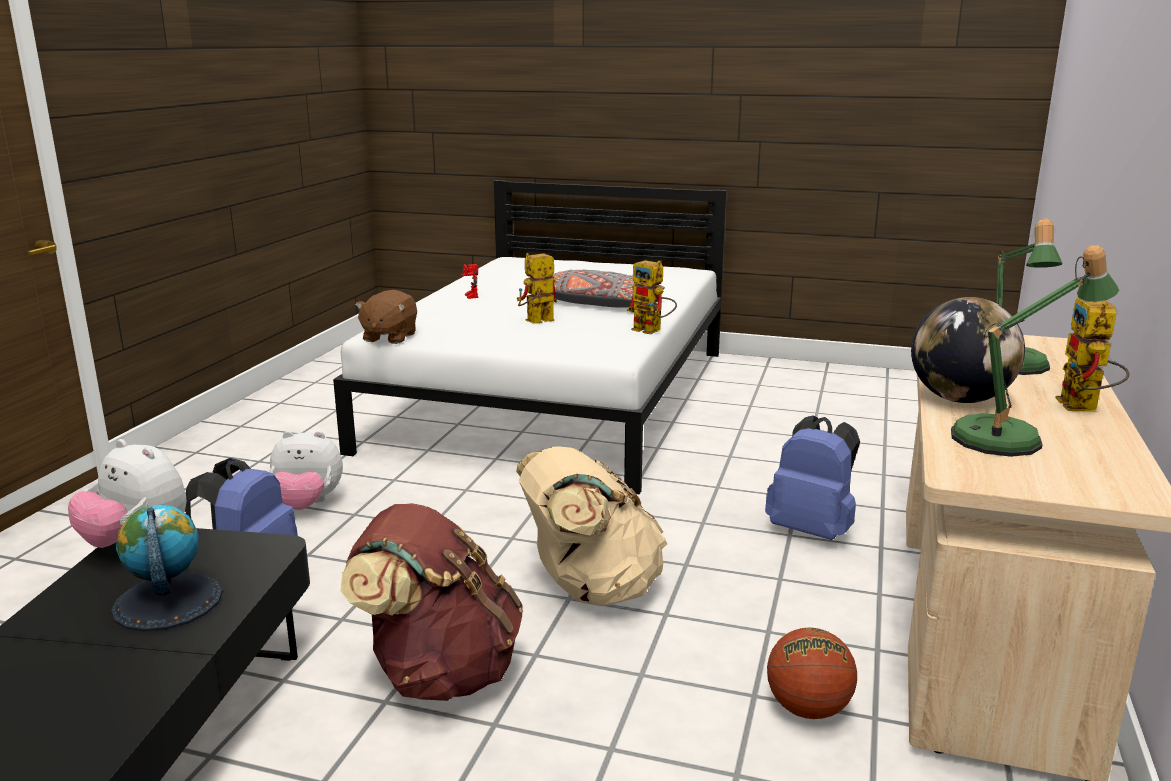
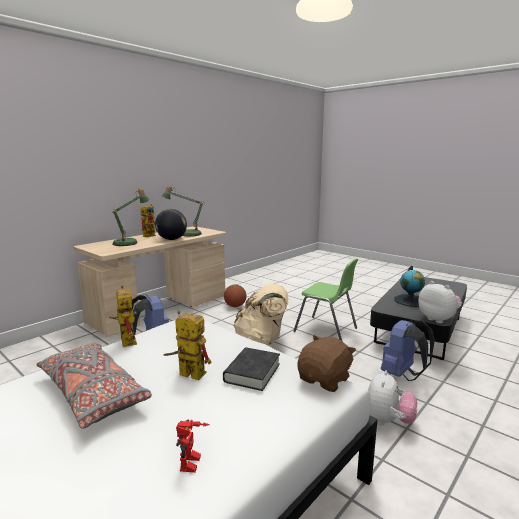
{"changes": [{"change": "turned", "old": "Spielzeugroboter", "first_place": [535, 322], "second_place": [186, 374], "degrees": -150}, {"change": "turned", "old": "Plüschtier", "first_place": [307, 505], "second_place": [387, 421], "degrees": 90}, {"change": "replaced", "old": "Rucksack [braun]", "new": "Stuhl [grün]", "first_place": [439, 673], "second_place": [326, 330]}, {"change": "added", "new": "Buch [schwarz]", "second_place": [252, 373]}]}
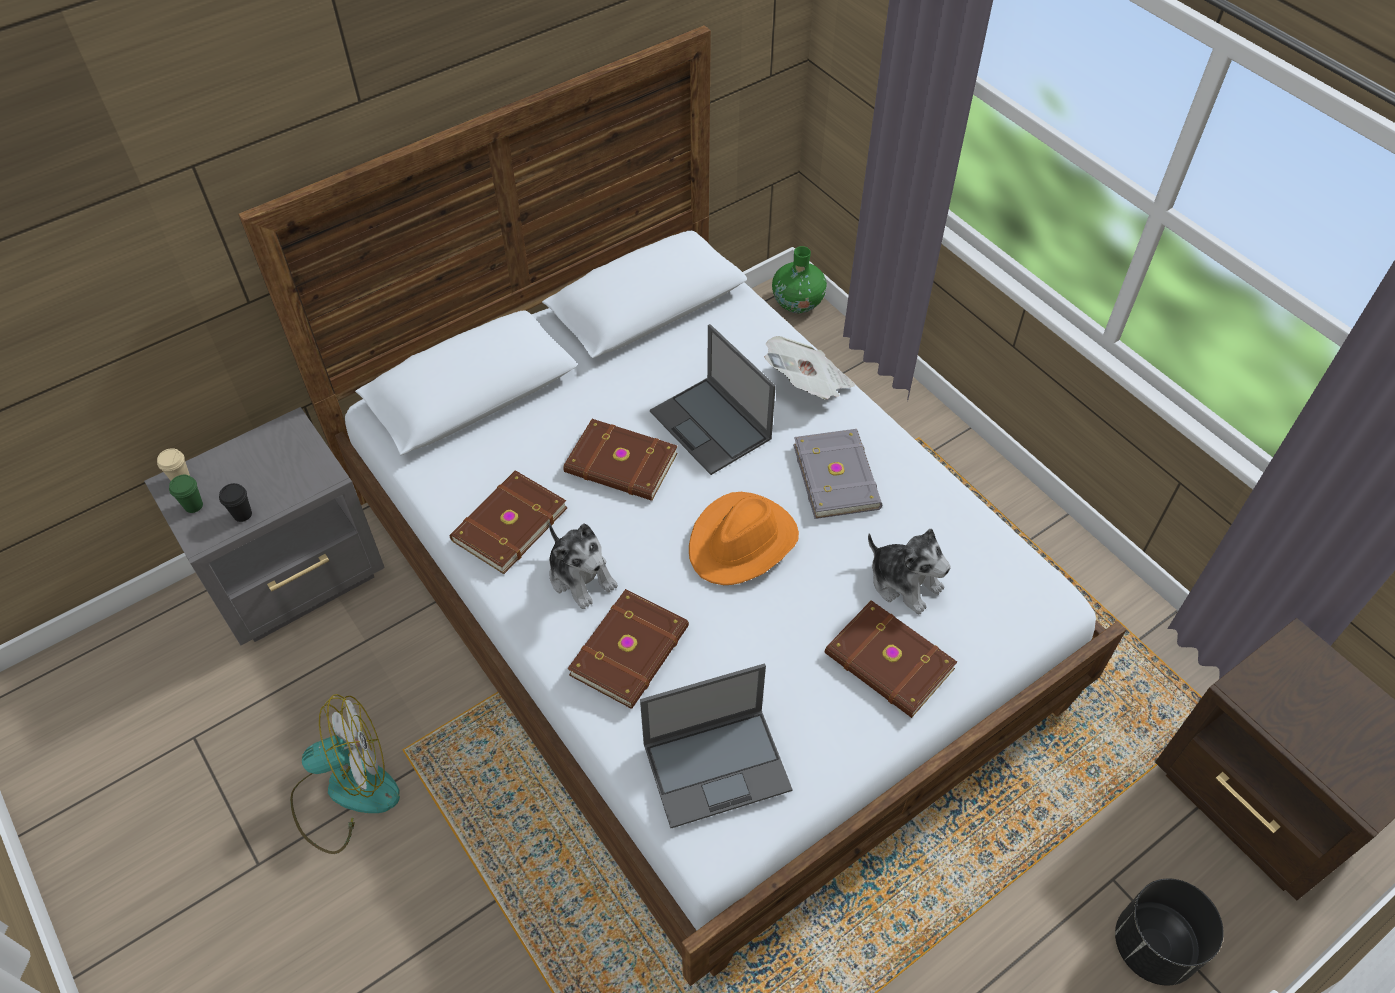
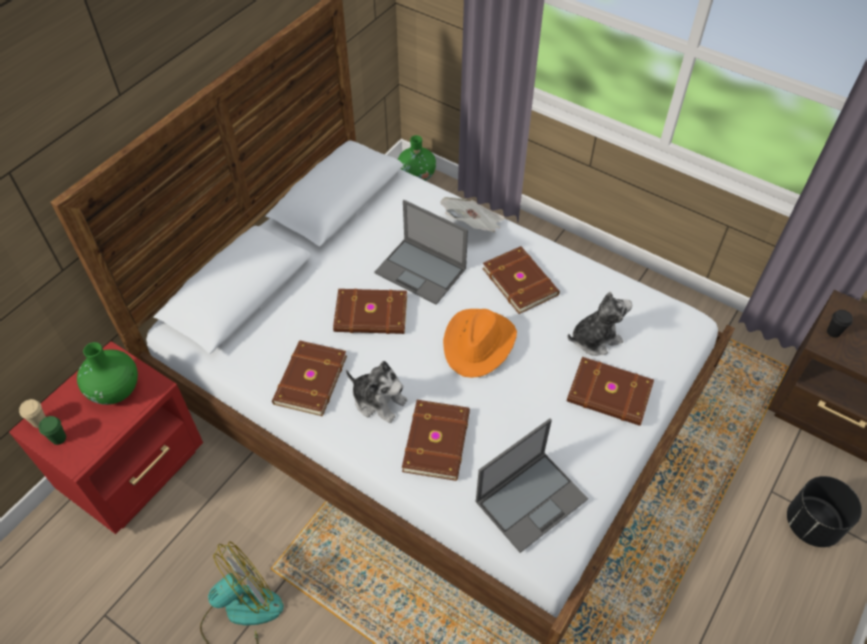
{"changes": [{"change": "recoloured", "old": "Nachttisch [grau]", "new": "Nachttisch [rot]", "first_place": [299, 577], "second_place": [137, 470]}, {"change": "recoloured", "old": "Buch [grau]", "new": "Buch [braun]", "first_place": [838, 475], "second_place": [520, 281]}, {"change": "moved", "old": "Tasse [schwarz]", "first_place": [242, 514], "second_place": [833, 332]}, {"change": "turned", "old": "Plüschtier", "first_place": [904, 582], "second_place": [595, 339], "degrees": -45}, {"change": "added", "new": "Vase [grün]", "second_place": [115, 389]}]}
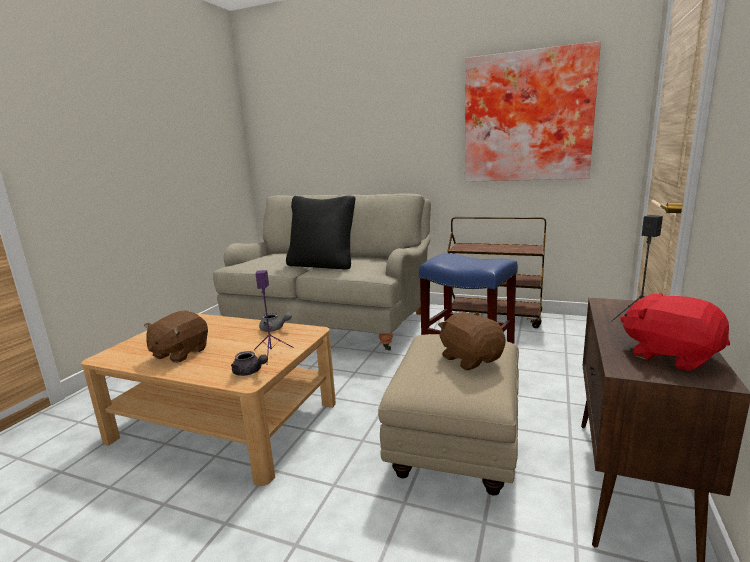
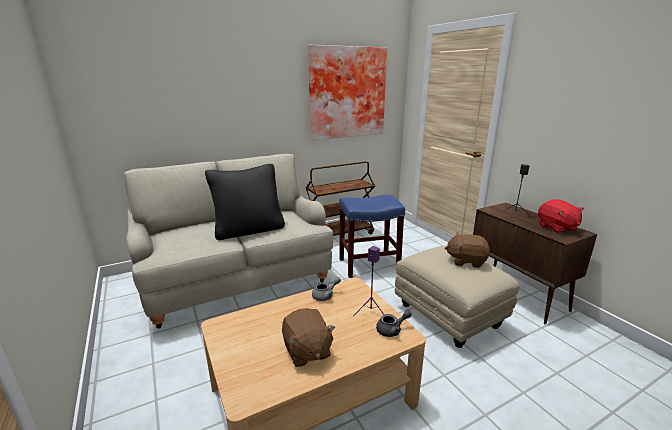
{"changes": [{"change": "turned", "old": "Plüschtier [rot]", "first_place": [670, 355], "second_place": [556, 227], "degrees": -105}]}
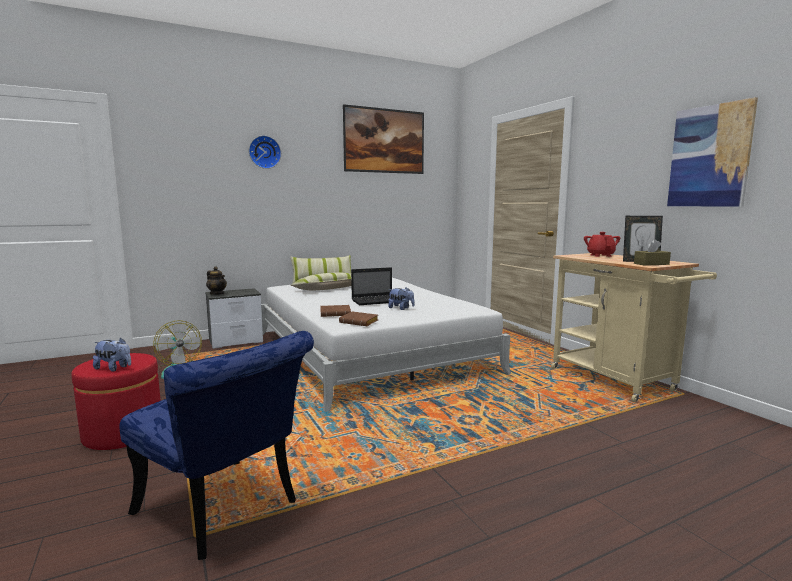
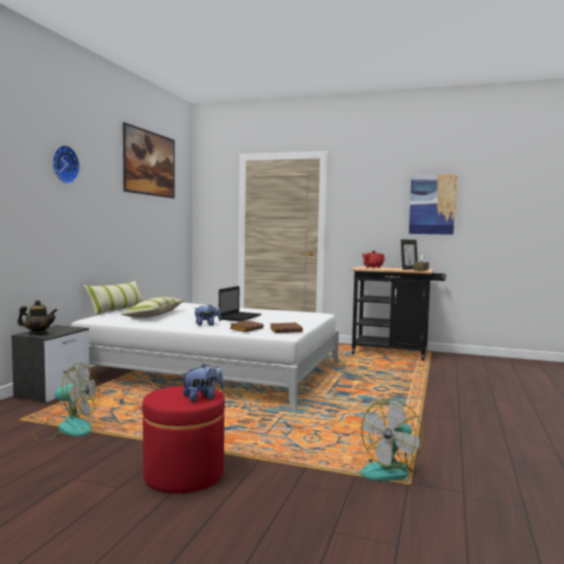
{"changes": [{"change": "recoloured", "old": "Rollwagen [beige]", "new": "Rollwagen [schwarz]", "first_place": [617, 382], "second_place": [395, 353]}, {"change": "moved", "old": "Plüschtier", "first_place": [401, 308], "second_place": [207, 325]}, {"change": "replaced", "old": "Stuhl [blau]", "new": "Ventilator", "first_place": [225, 512], "second_place": [390, 470]}]}
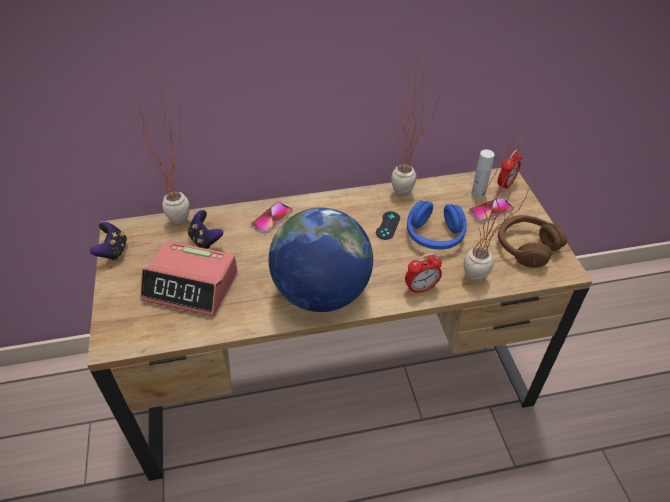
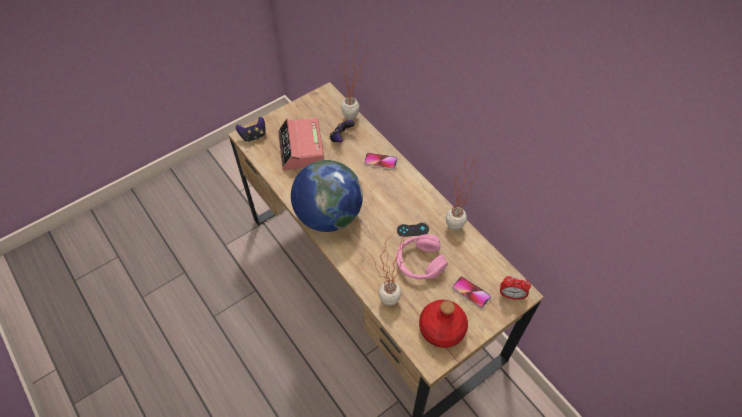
{"changes": [{"change": "removed", "old": "Flasche [weiß]", "first_place": [478, 194]}, {"change": "recoloured", "old": "Kopfhörer [blau]", "new": "Kopfhörer [rosa]", "first_place": [434, 235], "second_place": [419, 262]}, {"change": "replaced", "old": "Kopfhörer [braun]", "new": "Flasche [rot]", "first_place": [526, 247], "second_place": [442, 328]}, {"change": "moved", "old": "Gamepad", "first_place": [113, 251], "second_place": [253, 136]}, {"change": "removed", "old": "Wecker", "first_place": [421, 288]}]}
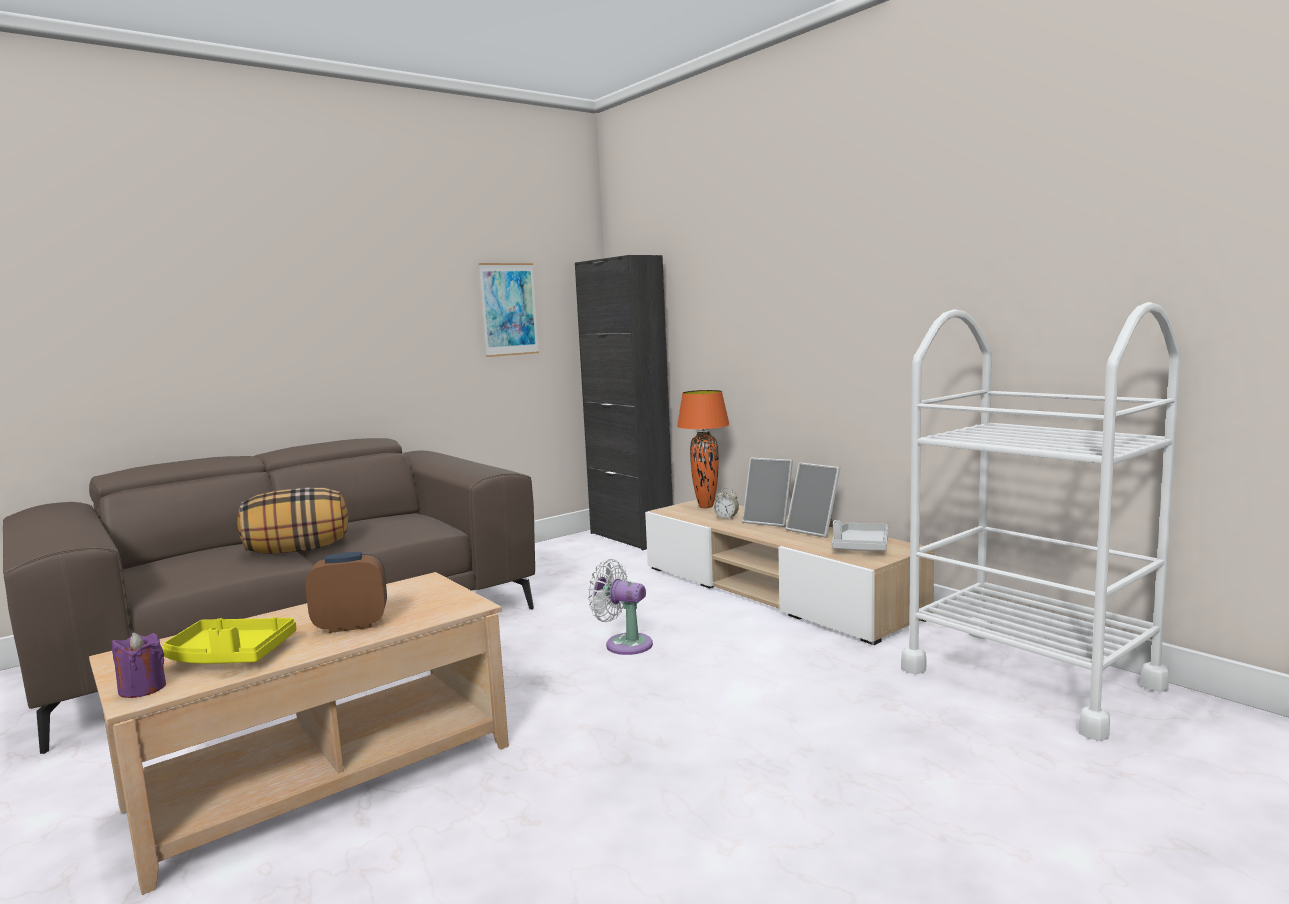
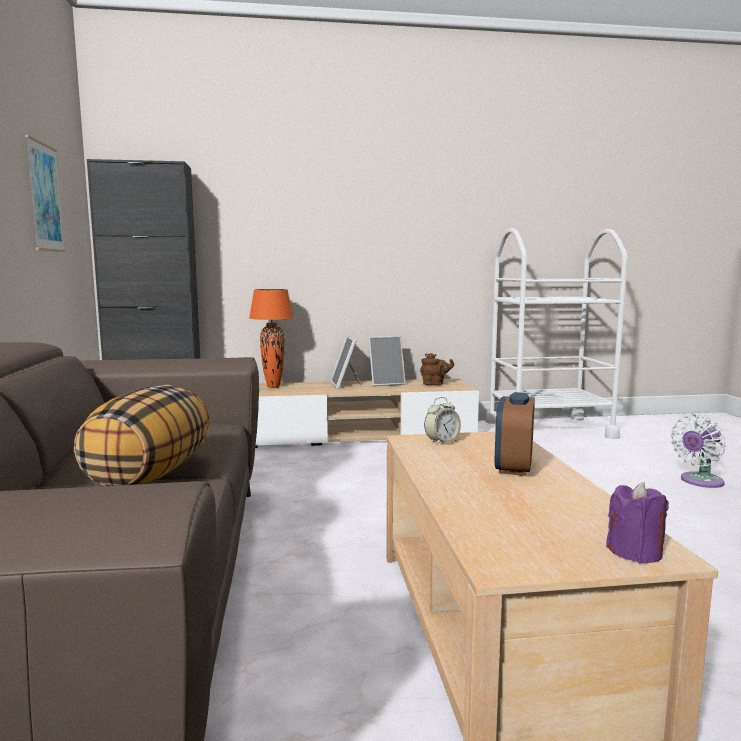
{"changes": [{"change": "turned", "old": "Bilderrahmen", "first_place": [769, 521], "second_place": [345, 385], "degrees": 105}, {"change": "moved", "old": "Wecker", "first_place": [726, 518], "second_place": [442, 441]}, {"change": "replaced", "old": "Tablett [grau]", "new": "Teekanne [braun]", "first_place": [860, 547], "second_place": [435, 384]}, {"change": "moved", "old": "Ventilator [weiß]", "first_place": [624, 644], "second_place": [699, 481]}, {"change": "removed", "old": "Tablett [gelb]", "first_place": [230, 656]}]}
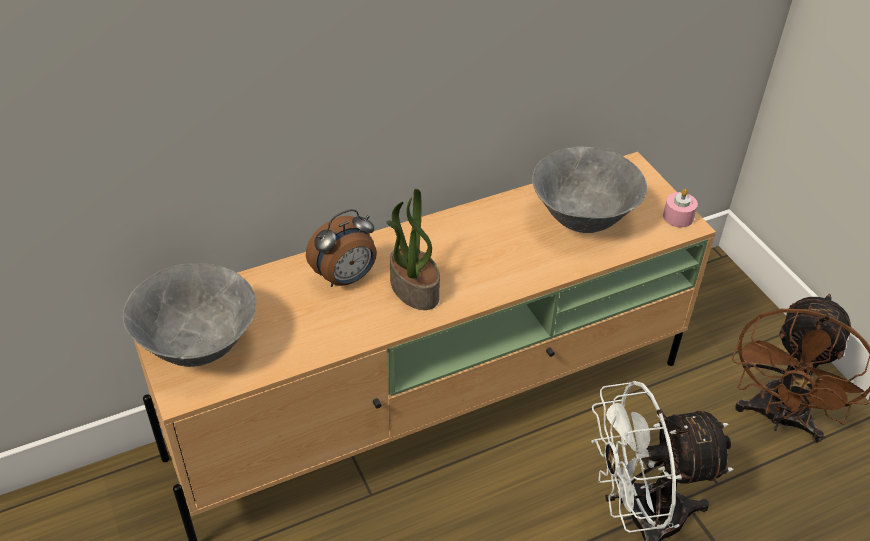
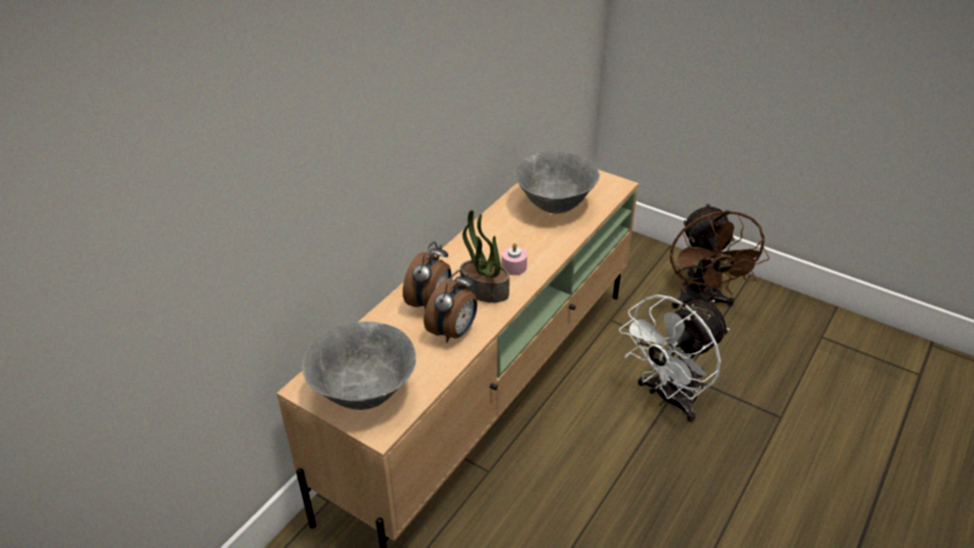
{"changes": [{"change": "moved", "old": "Kerze [rosa]", "first_place": [678, 217], "second_place": [514, 267]}, {"change": "added", "new": "Wecker", "second_place": [454, 332]}]}
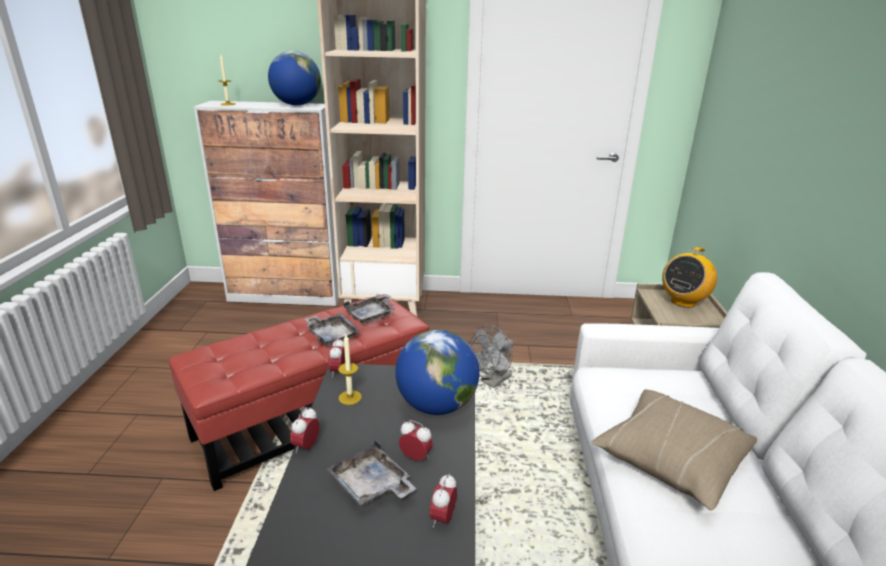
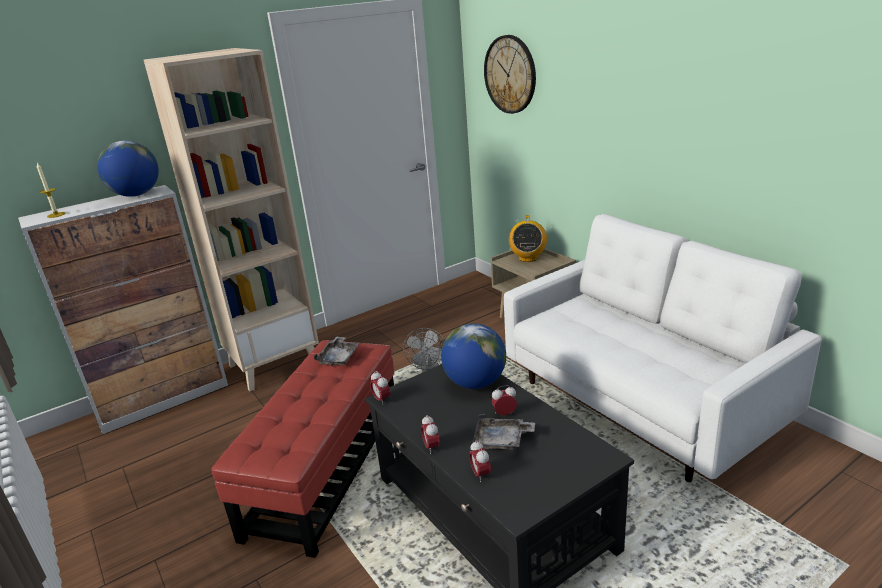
{"changes": [{"change": "removed", "old": "Tablett [grau]", "first_place": [331, 335]}, {"change": "removed", "old": "Kerze", "first_place": [350, 397]}, {"change": "removed", "old": "Kissen [beige]", "first_place": [670, 459]}, {"change": "moved", "old": "Wecker", "first_place": [443, 518], "second_place": [480, 474]}, {"change": "added", "new": "Wanduhr", "second_place": [510, 74]}]}
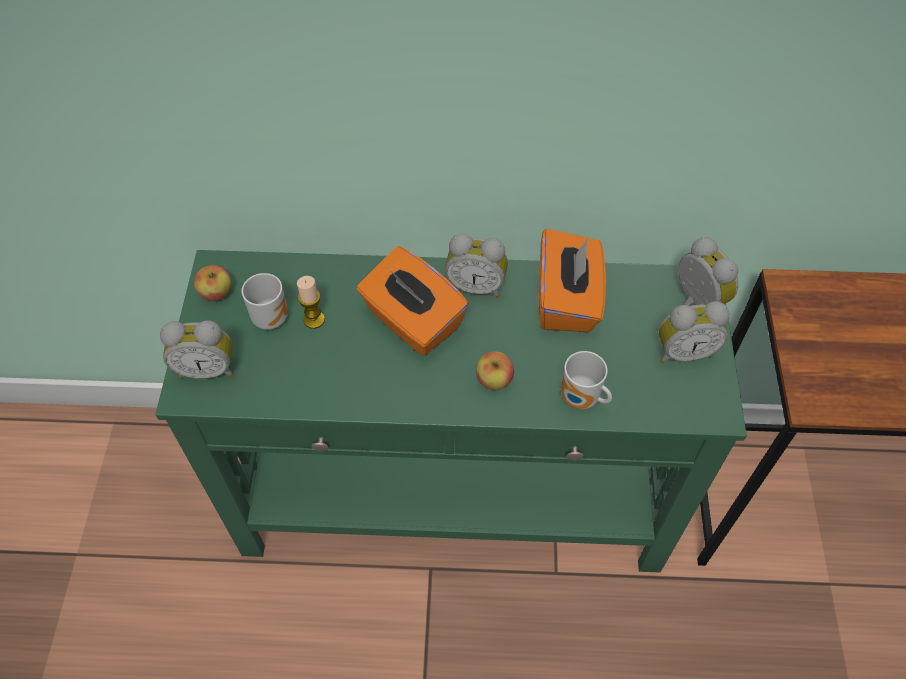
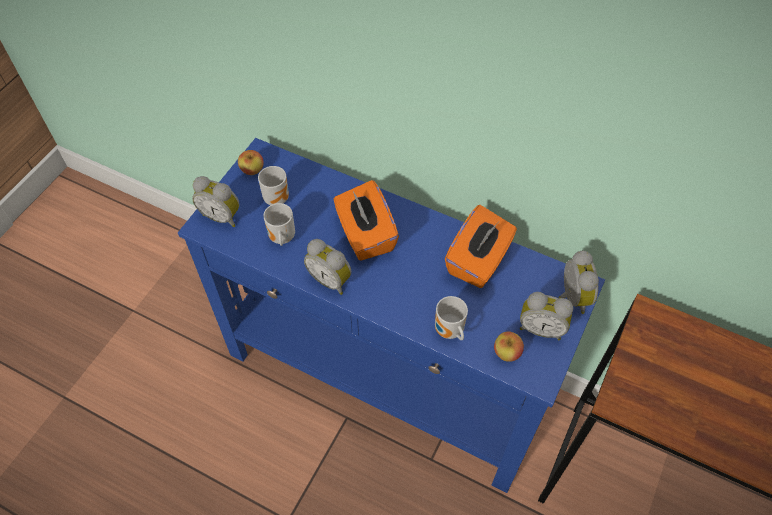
{"changes": [{"change": "moved", "old": "Wecker", "first_place": [476, 286], "second_place": [331, 279]}, {"change": "recoloured", "old": "Konsolentisch [grün]", "new": "Konsolentisch [blau]", "first_place": [455, 497], "second_place": [387, 377]}, {"change": "removed", "old": "Kerze", "first_place": [314, 320]}, {"change": "moved", "old": "Apfel", "first_place": [494, 380], "second_place": [507, 353]}, {"change": "added", "new": "Henkelbecher", "second_place": [281, 238]}]}
